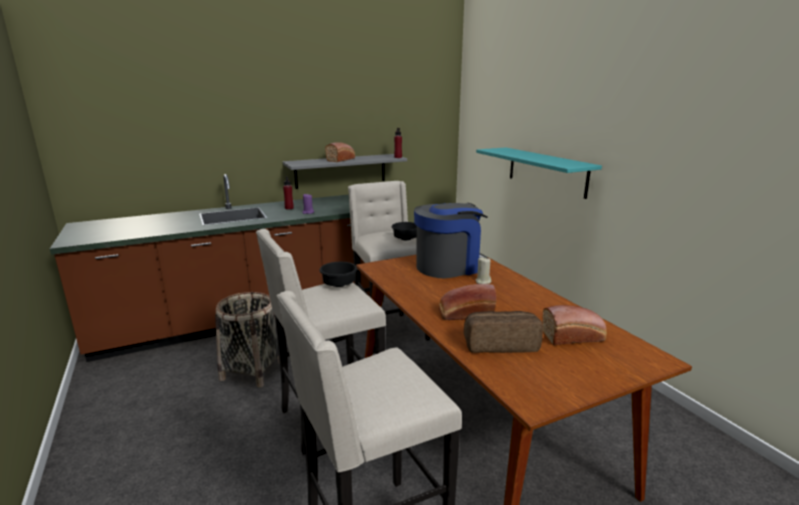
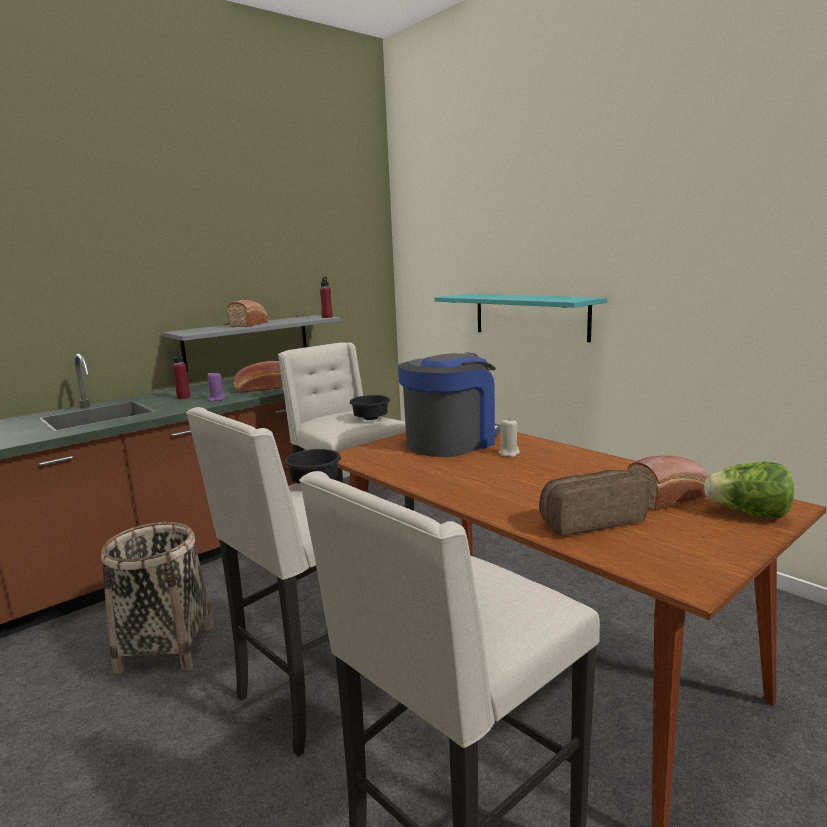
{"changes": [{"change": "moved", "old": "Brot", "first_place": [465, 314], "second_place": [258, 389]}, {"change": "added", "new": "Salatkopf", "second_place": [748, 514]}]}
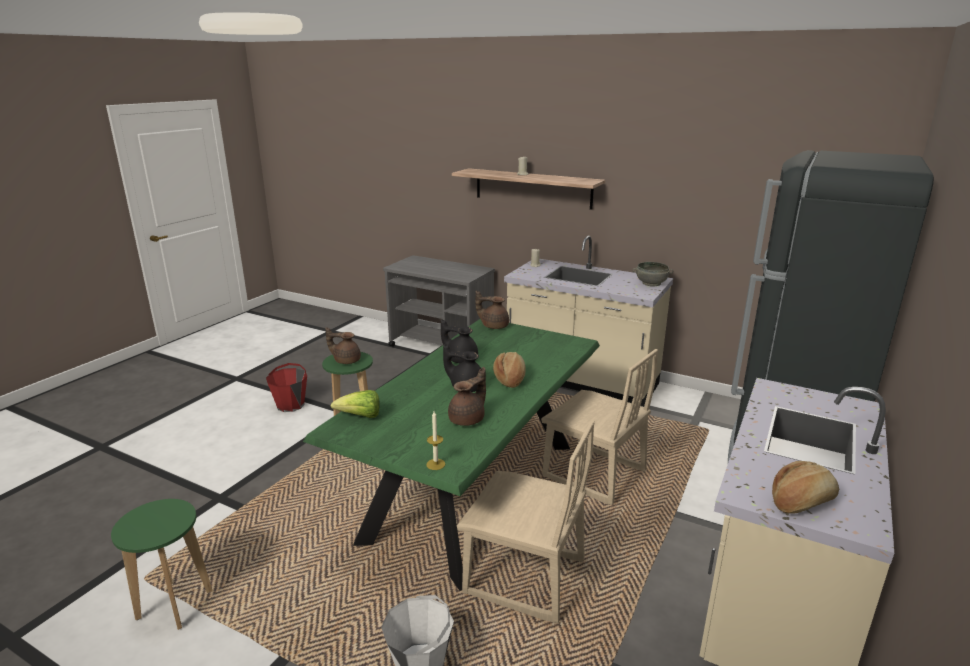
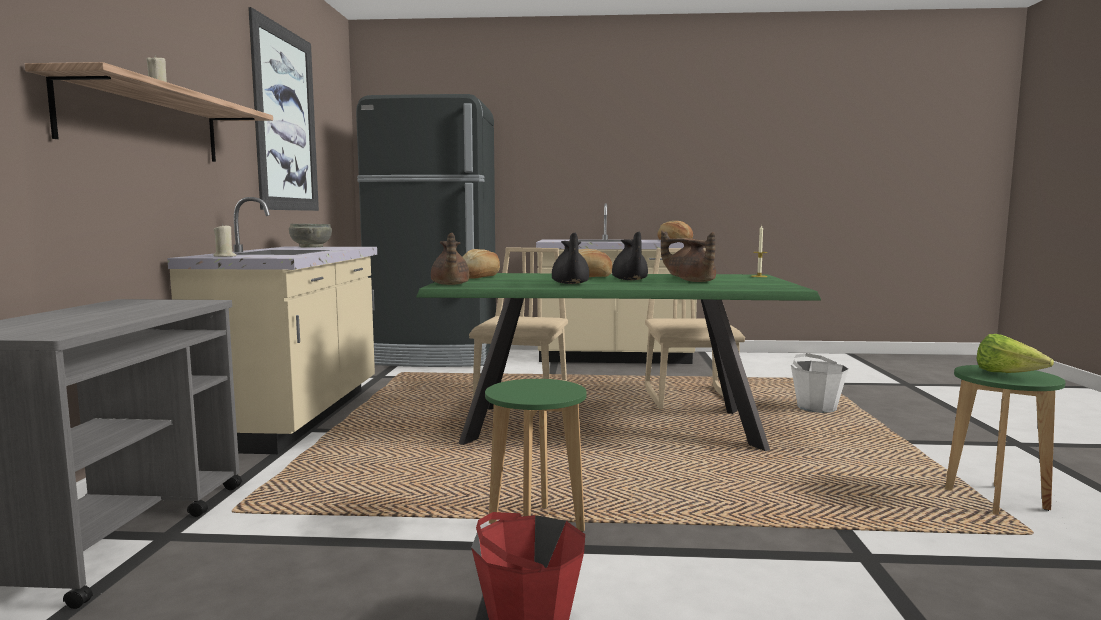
{"changes": [{"change": "moved", "old": "Teekanne [braun]", "first_place": [346, 360], "second_place": [697, 282]}, {"change": "moved", "old": "Salatkopf", "first_place": [360, 416], "second_place": [1007, 374]}, {"change": "added", "new": "Bild", "second_place": [286, 120]}, {"change": "added", "new": "Brot", "second_place": [479, 277]}]}
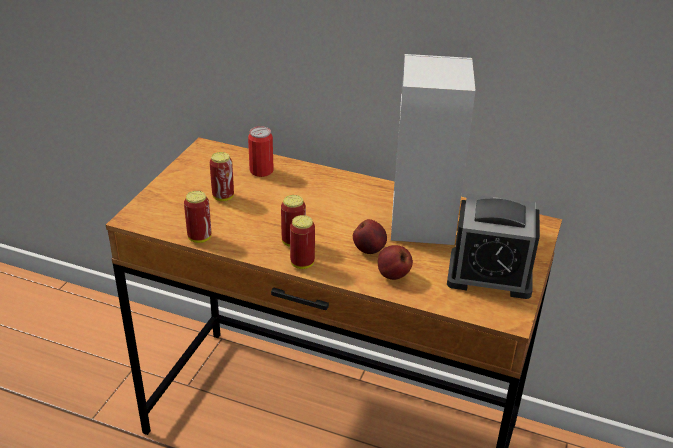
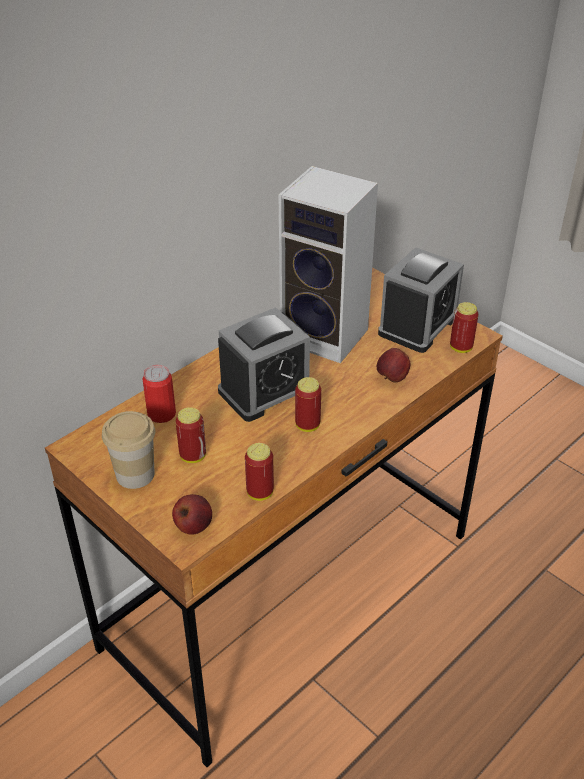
{"changes": [{"change": "moved", "old": "Dose", "first_place": [302, 263], "second_place": [461, 348]}, {"change": "moved", "old": "Apfel", "first_place": [369, 250], "second_place": [193, 526]}, {"change": "added", "new": "Wecker", "second_place": [265, 391]}, {"change": "added", "new": "Tasse", "second_place": [135, 474]}]}
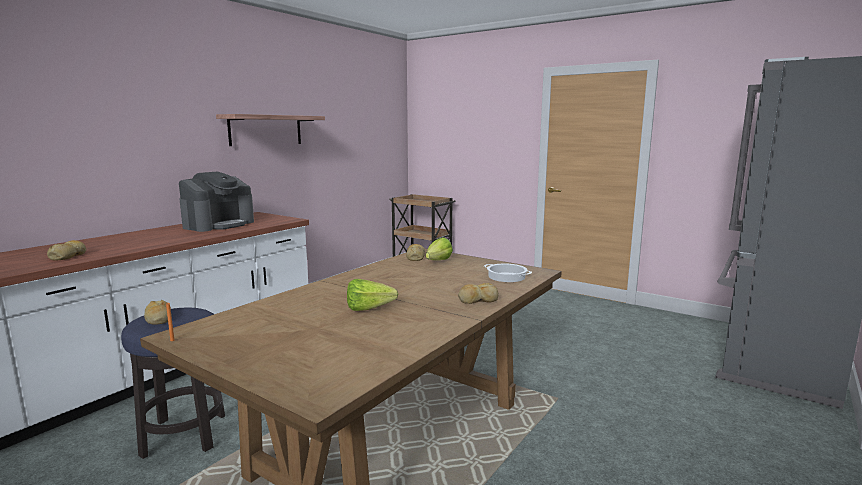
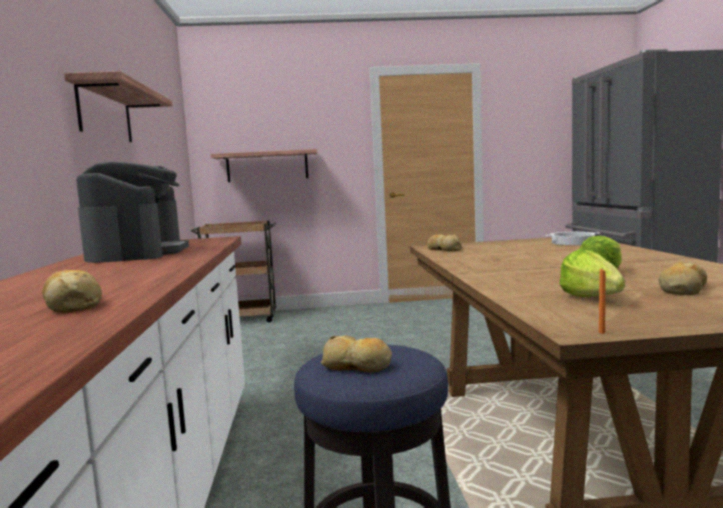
{"changes": [{"change": "moved", "old": "Salatkopf", "first_place": [436, 262], "second_place": [594, 300]}, {"change": "moved", "old": "Brot", "first_place": [477, 300], "second_place": [682, 289]}, {"change": "added", "new": "Wandregal", "second_place": [267, 166]}]}
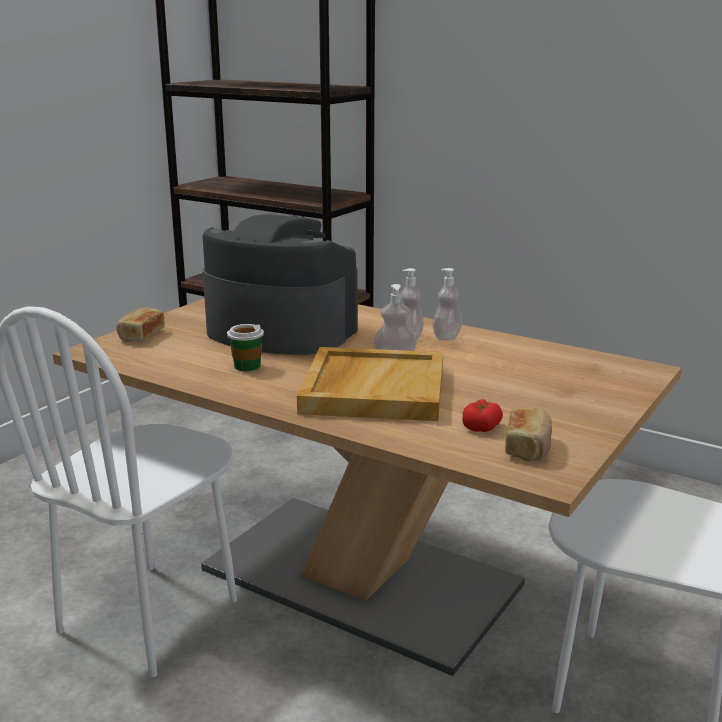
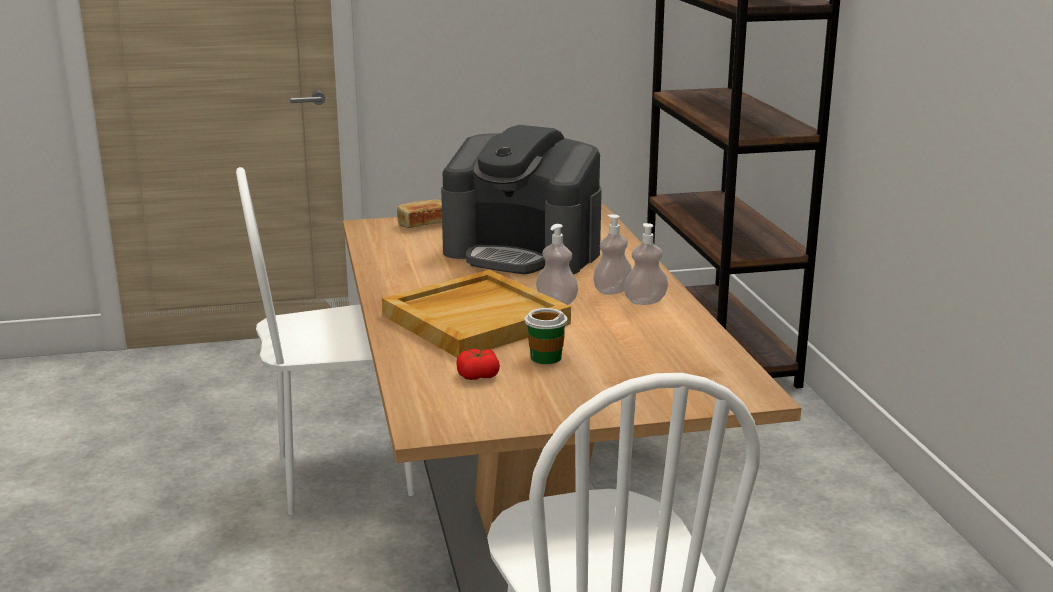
{"changes": [{"change": "turned", "old": "Kaffeemaschine", "first_place": [279, 331], "second_place": [523, 252], "degrees": 135}, {"change": "moved", "old": "Tasse", "first_place": [247, 366], "second_place": [545, 357]}, {"change": "removed", "old": "Brot", "first_place": [528, 447]}]}
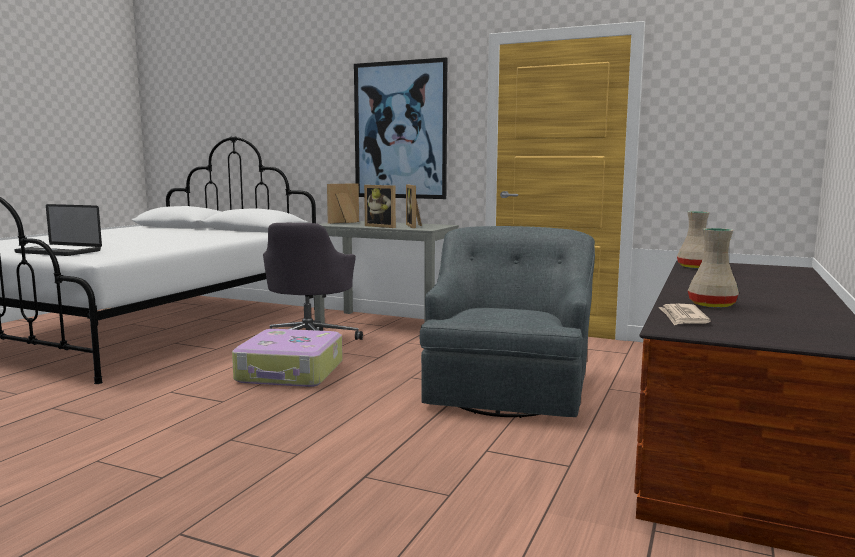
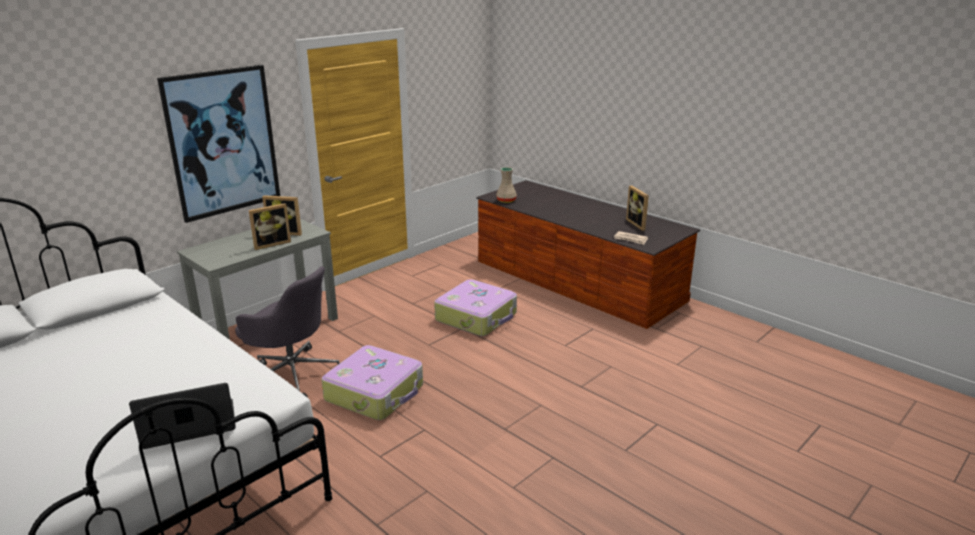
{"changes": [{"change": "moved", "old": "Bilderrahmen", "first_place": [345, 222], "second_place": [638, 224]}, {"change": "turned", "old": "Laptop", "first_place": [58, 252], "second_place": [189, 425], "degrees": -150}, {"change": "replaced", "old": "Sessel [grau]", "new": "Koffer", "first_place": [507, 389], "second_place": [477, 317]}, {"change": "removed", "old": "Vase [beige]", "first_place": [713, 305]}]}
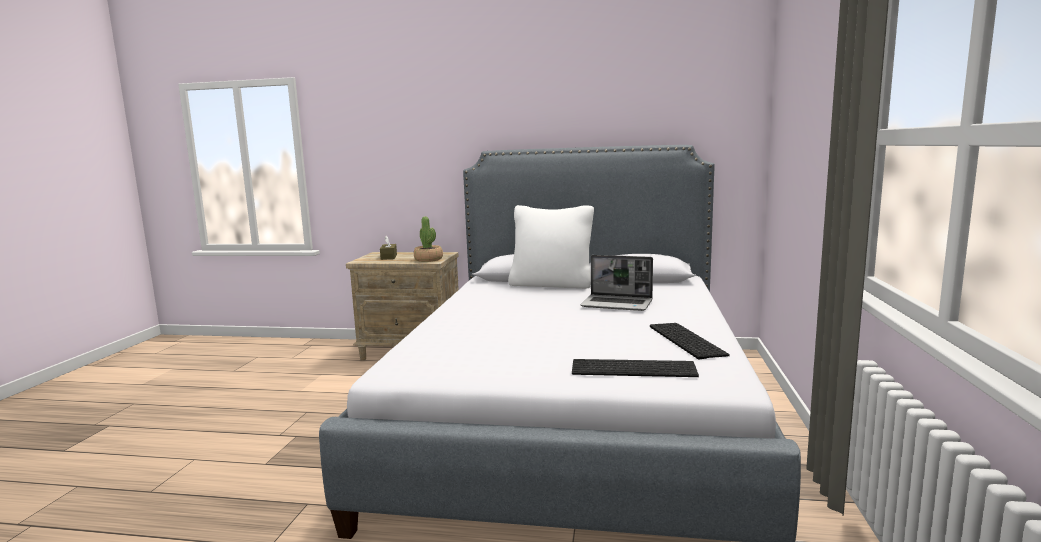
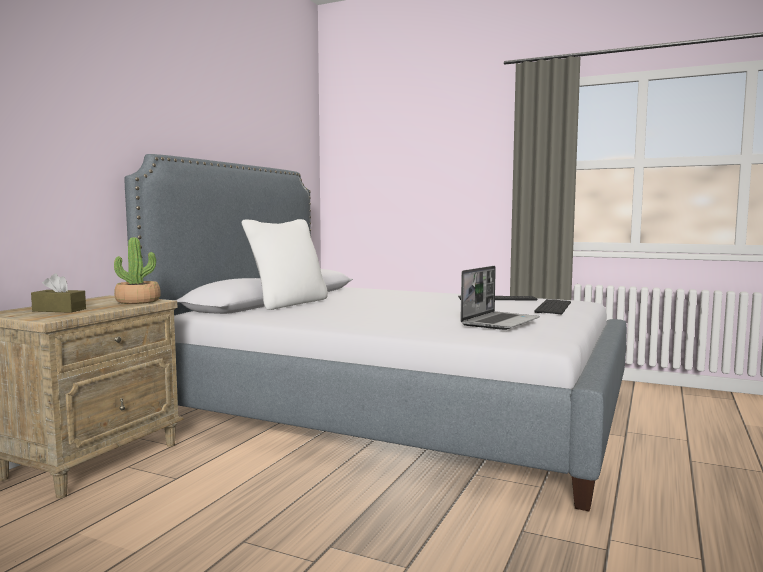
{"changes": [{"change": "moved", "old": "Laptop", "first_place": [618, 304], "second_place": [500, 322]}]}
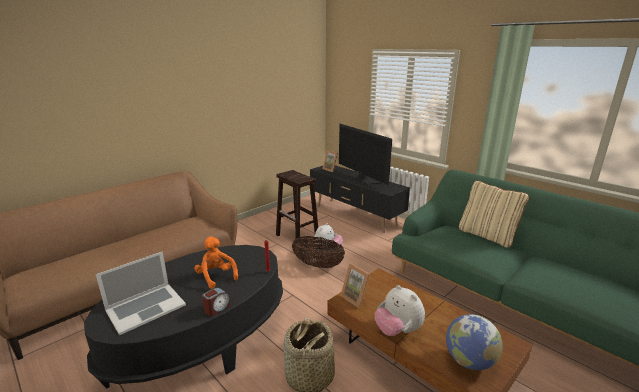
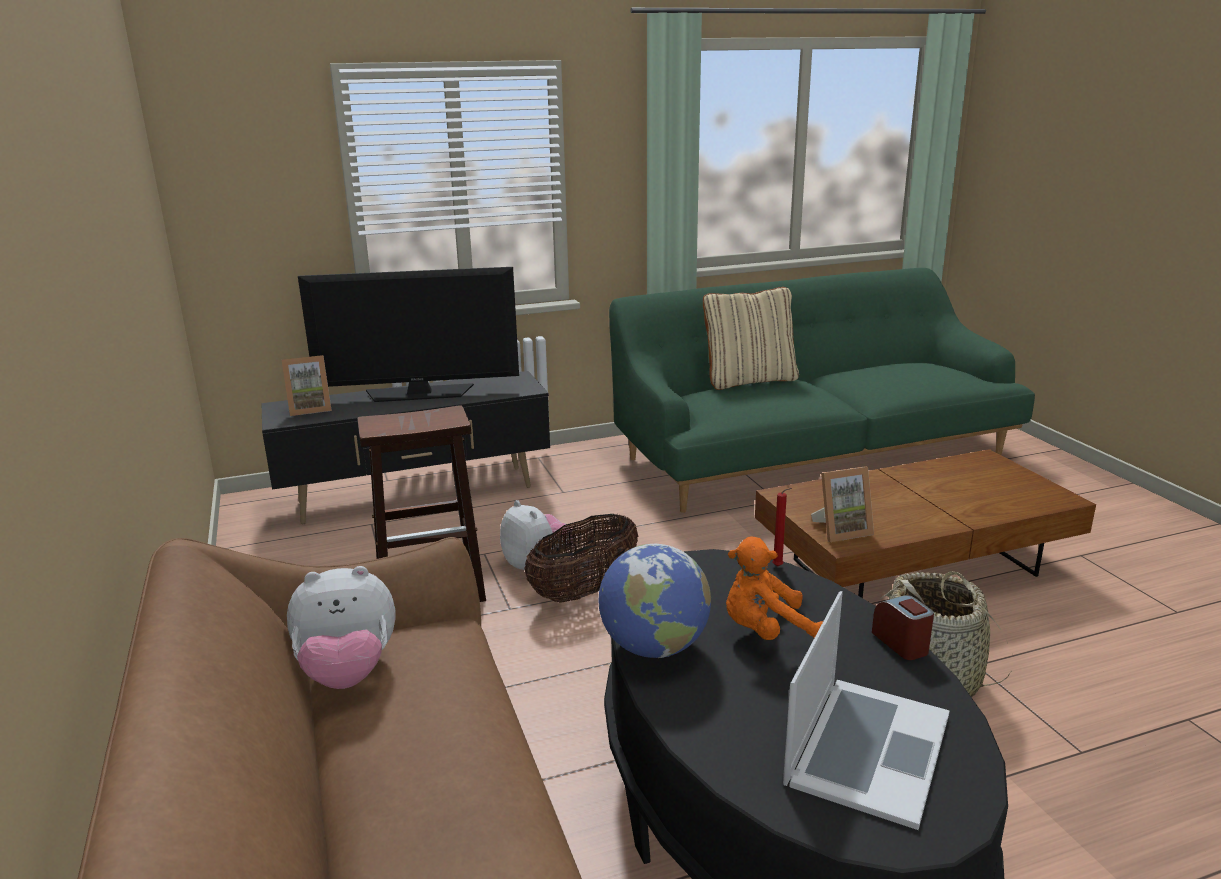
{"changes": [{"change": "turned", "old": "Laptop", "first_place": [145, 307], "second_place": [867, 748], "degrees": 45}, {"change": "moved", "old": "Plüschtier", "first_place": [397, 330], "second_place": [348, 673]}, {"change": "moved", "old": "Globus", "first_place": [469, 361], "second_place": [654, 647]}]}
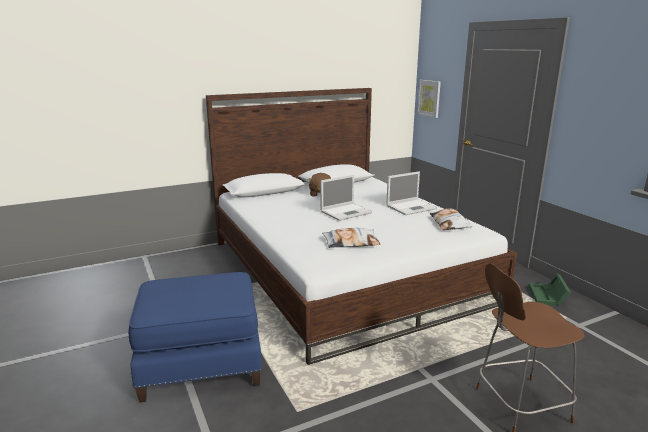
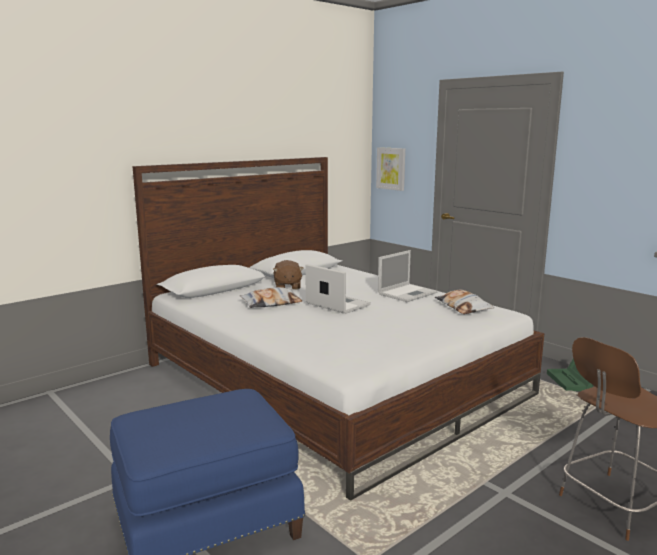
{"changes": [{"change": "turned", "old": "Laptop", "first_place": [346, 212], "second_place": [336, 304], "degrees": -90}, {"change": "moved", "old": "Kissen", "first_place": [351, 243], "second_place": [271, 303]}]}
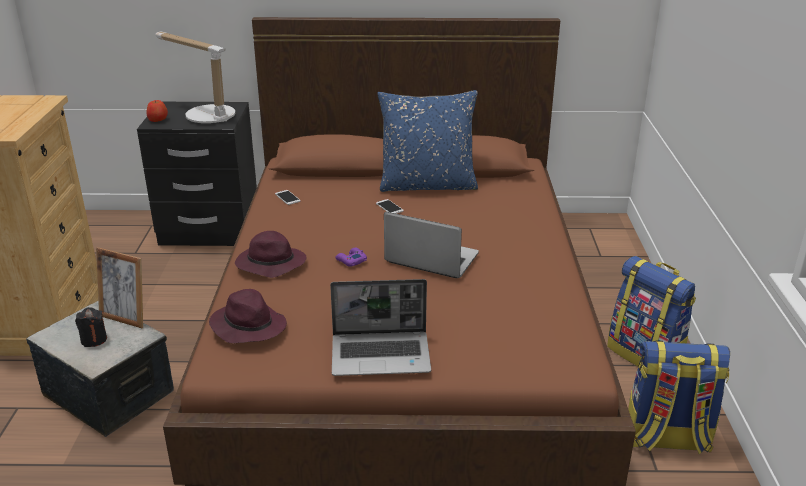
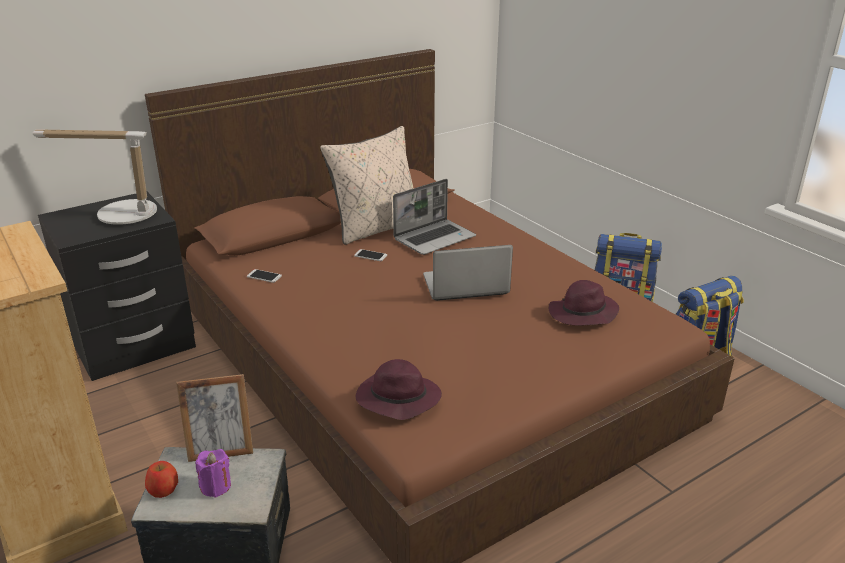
{"changes": [{"change": "recoloured", "old": "Kissen [blau]", "new": "Kissen [beige]", "first_place": [427, 185], "second_place": [376, 227]}, {"change": "moved", "old": "Apfel", "first_place": [158, 119], "second_place": [163, 489]}, {"change": "moved", "old": "Hut [lila]", "first_place": [269, 264], "second_place": [582, 314]}, {"change": "removed", "old": "Gamepad [lila]", "first_place": [351, 260]}, {"change": "moved", "old": "Laptop", "first_place": [382, 354], "second_place": [435, 238]}, {"change": "recoloured", "old": "Kerze [schwarz]", "new": "Kerze [lila]", "first_place": [94, 340], "second_place": [216, 486]}]}
